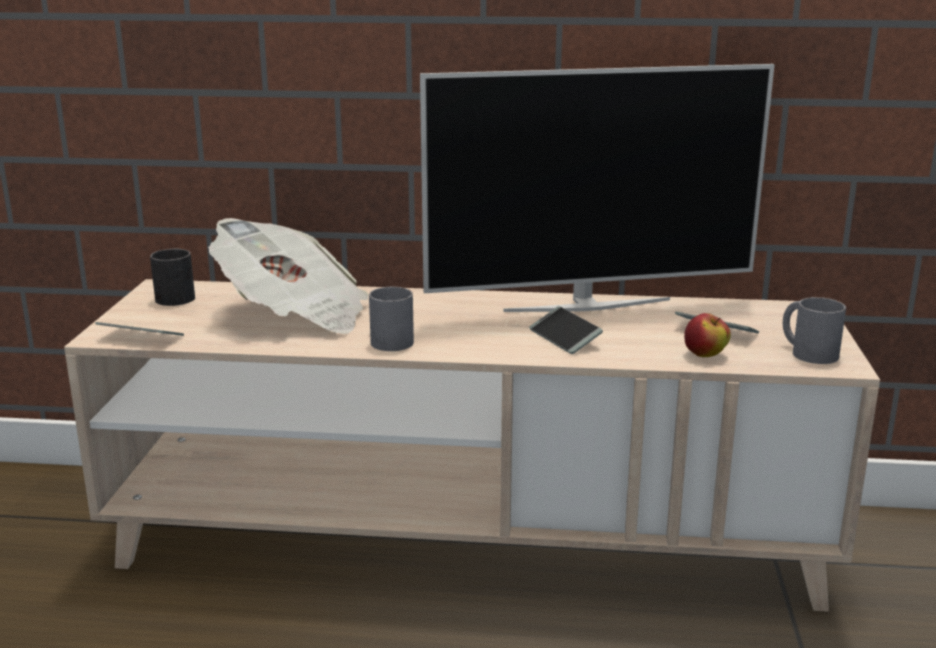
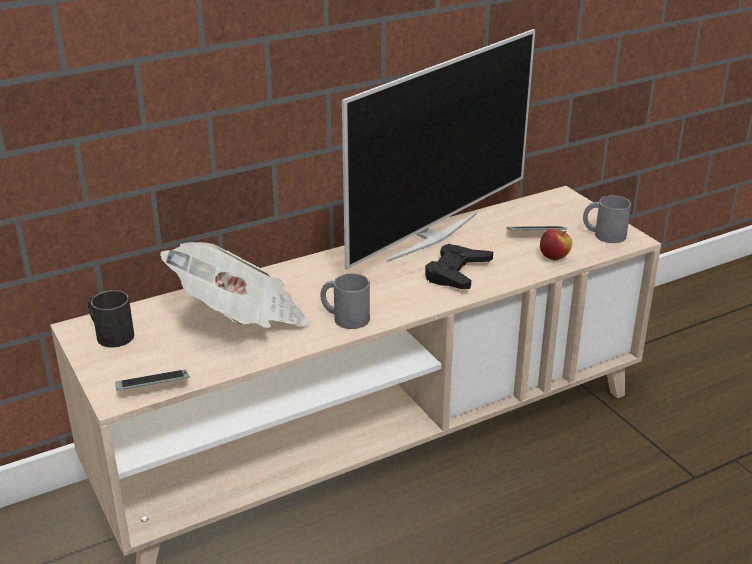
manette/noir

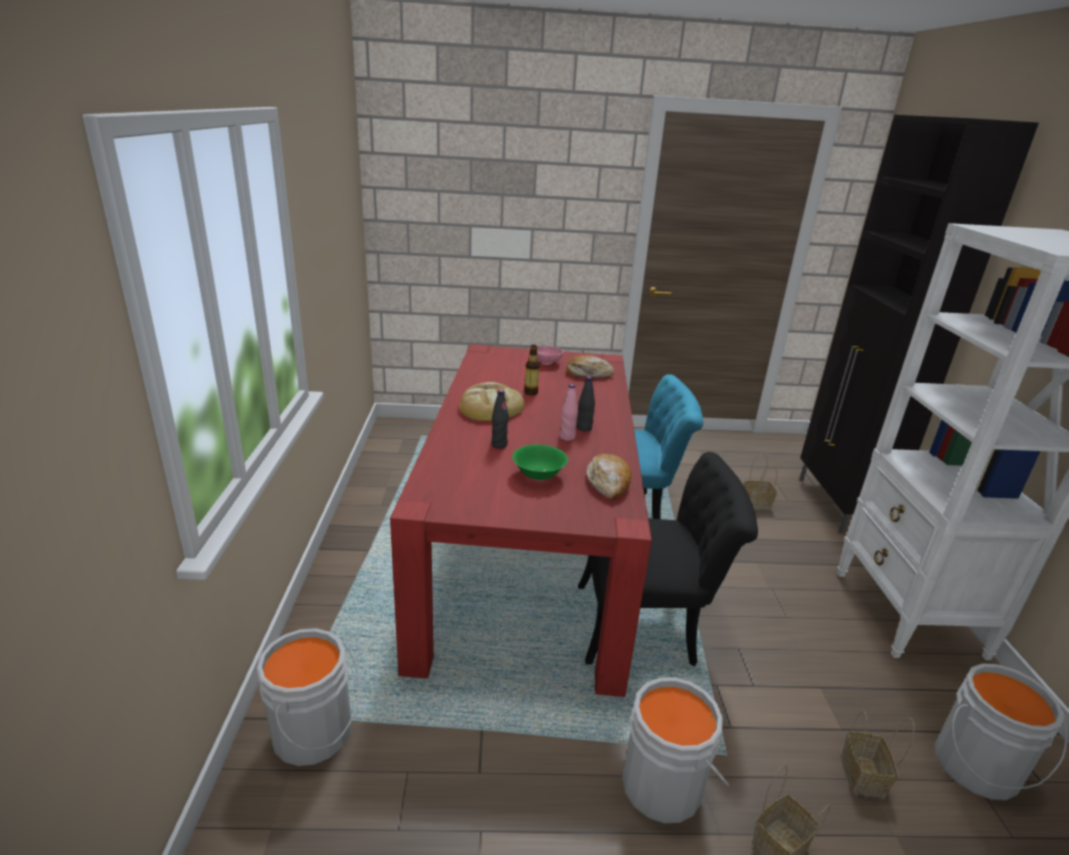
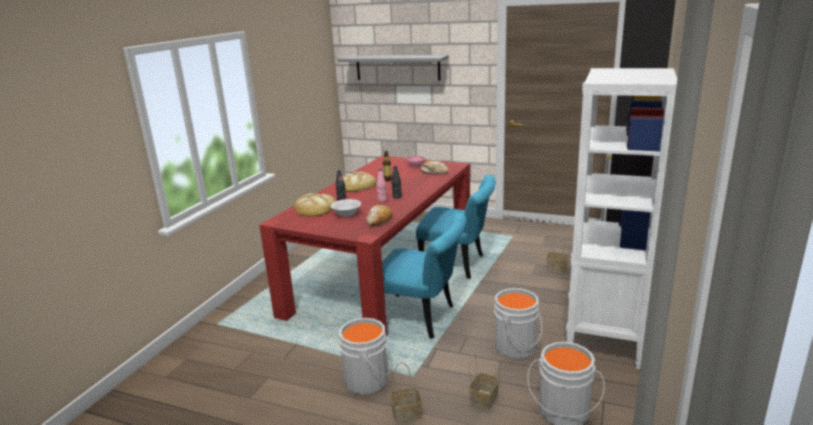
pain (1st from left)
étagère/gris
seau/gris (2nd from left)
bol/blanc
chaise/turquoise (1st from left)

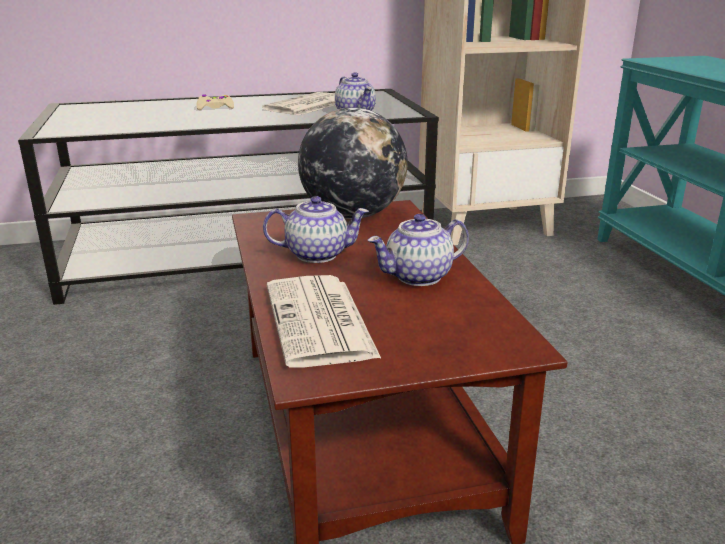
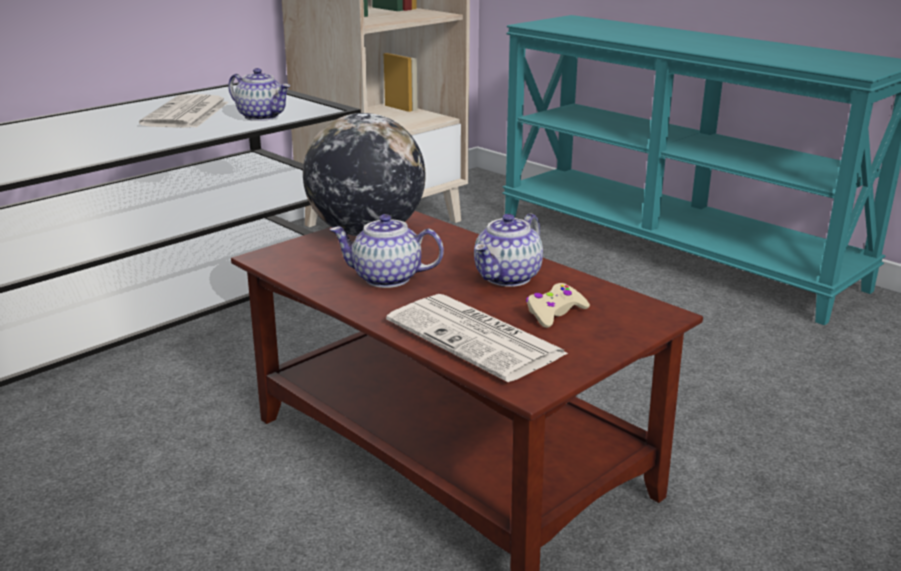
manette/beige
théière (2nd from left)

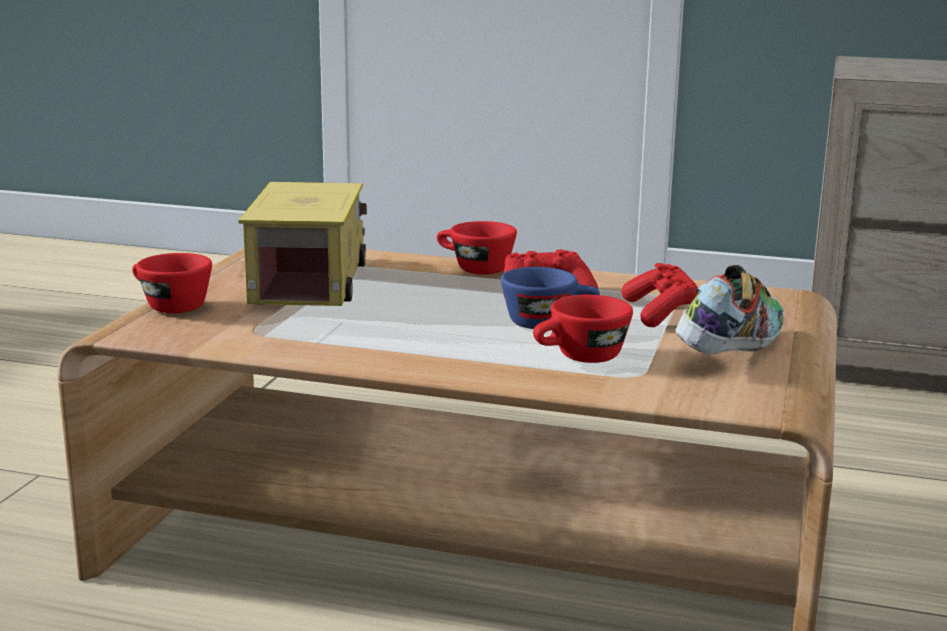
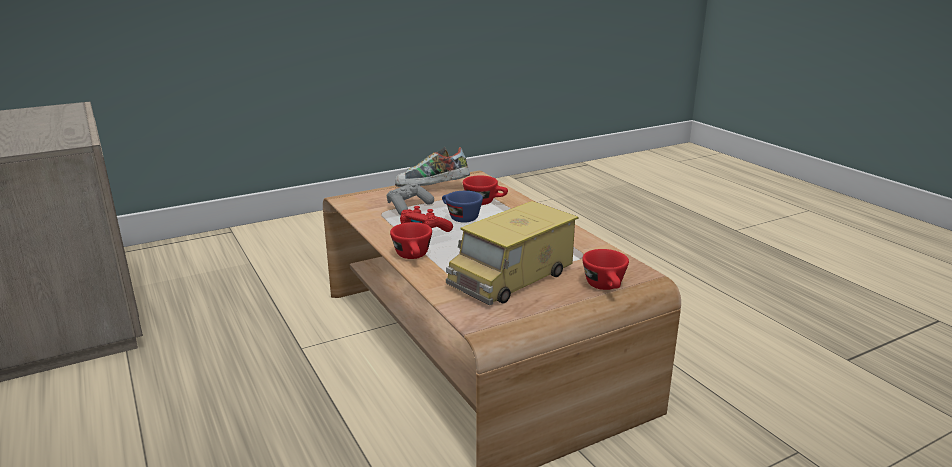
manette/gris

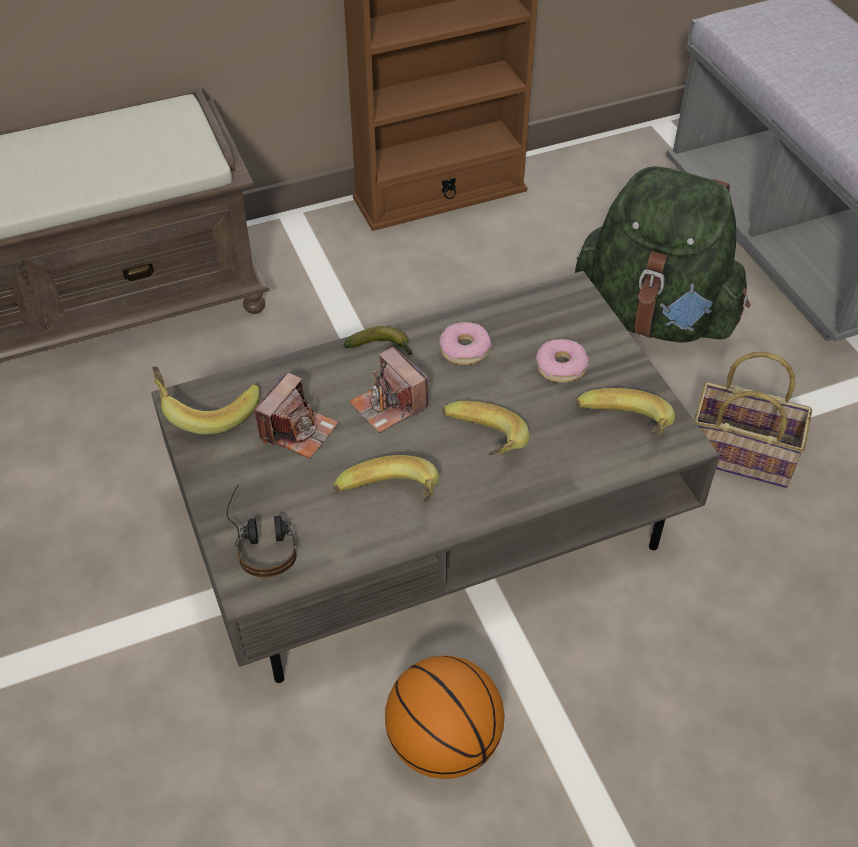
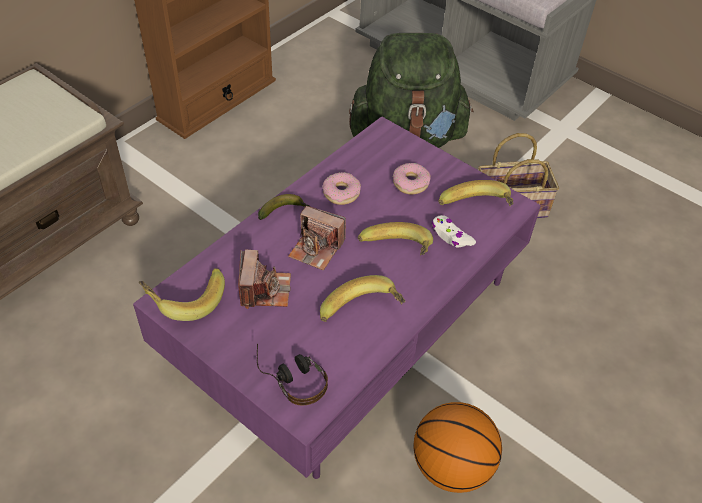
manette/blanc
table basse/violet

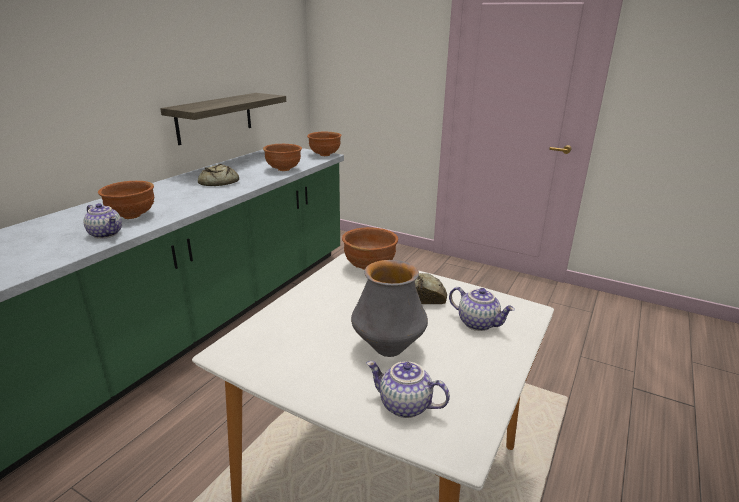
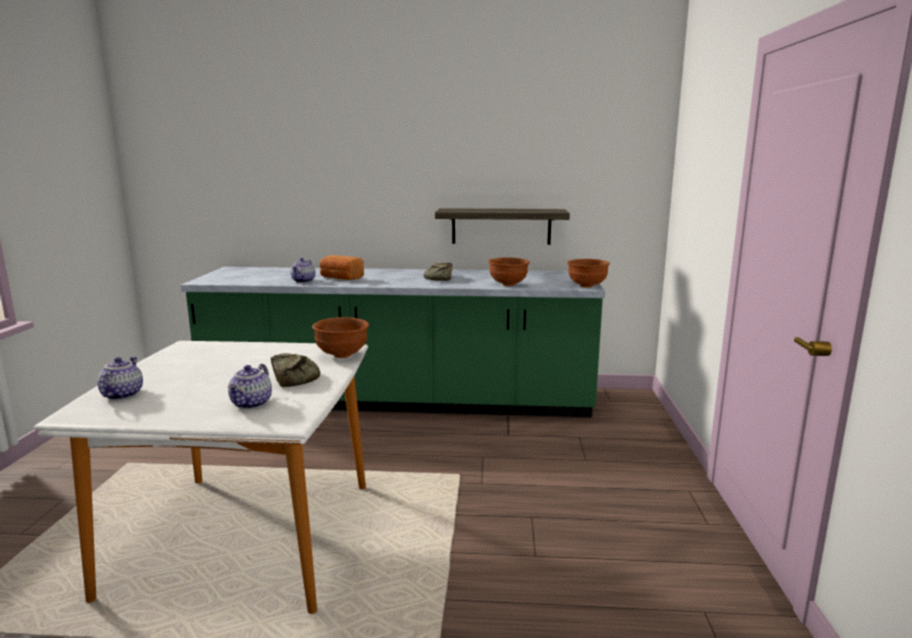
vase
pain (2nd from left)

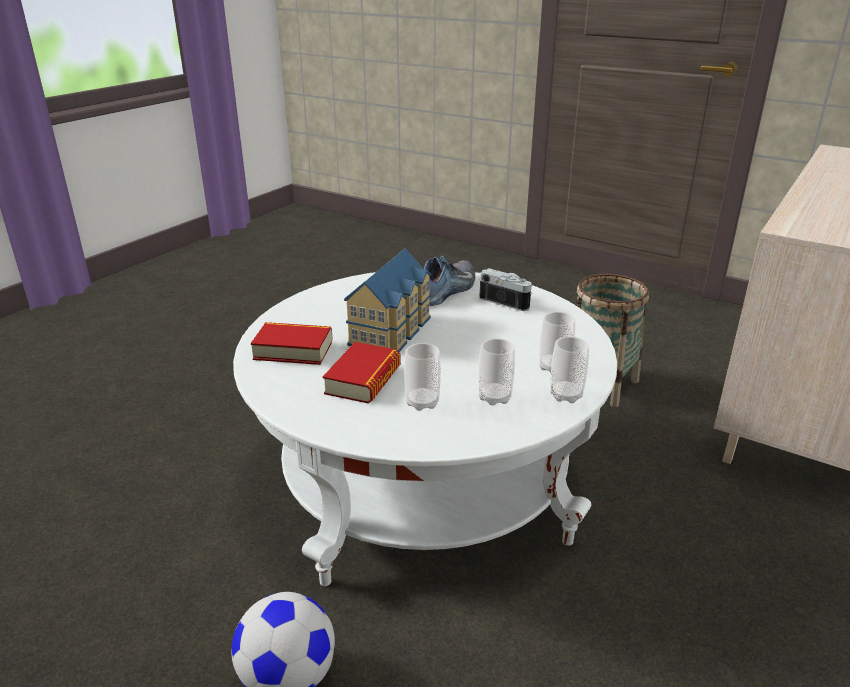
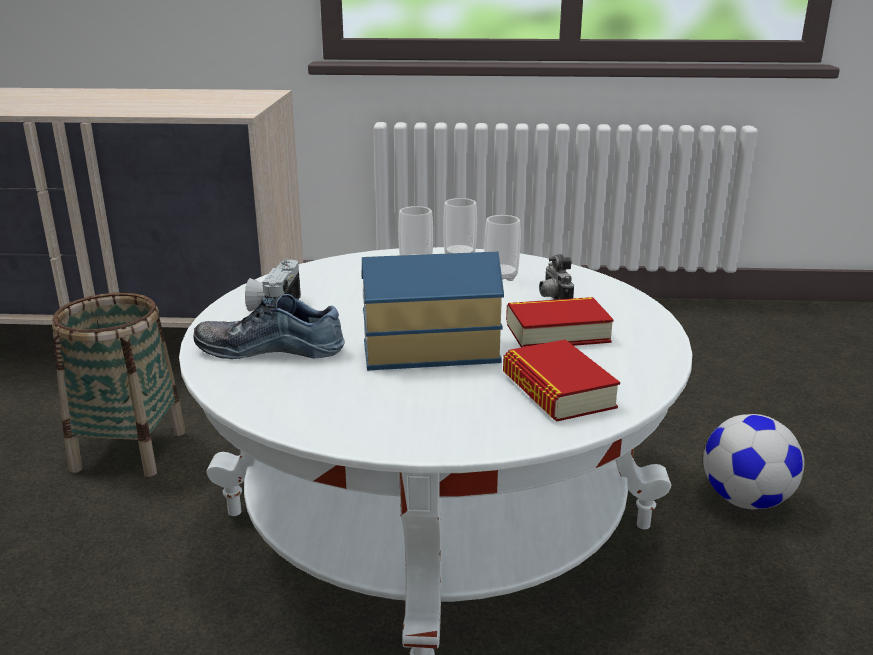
appareil photo (2nd from left)

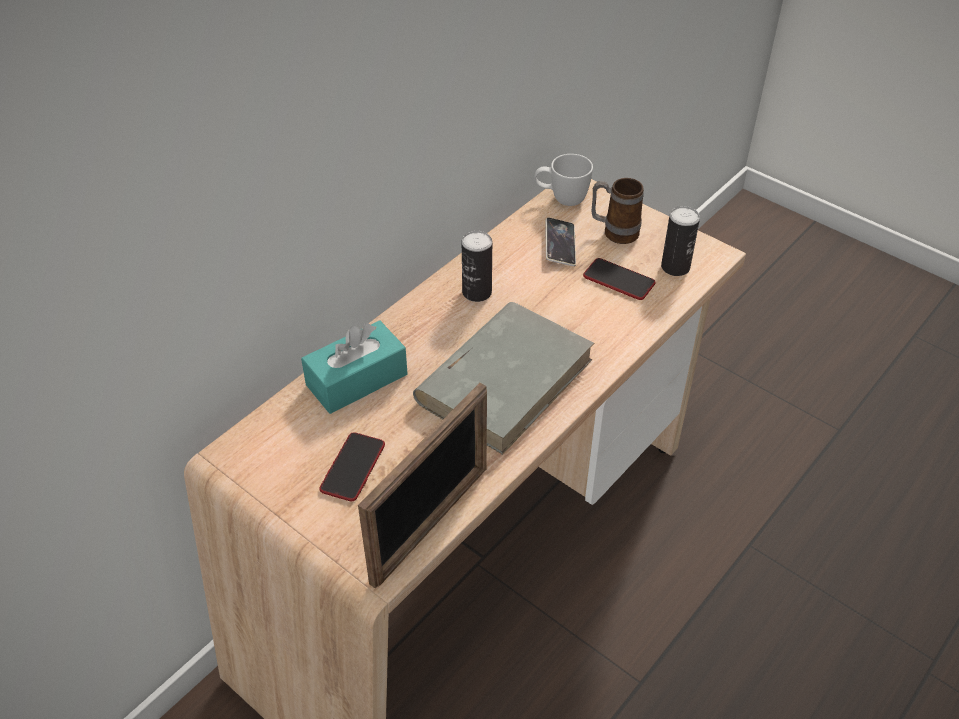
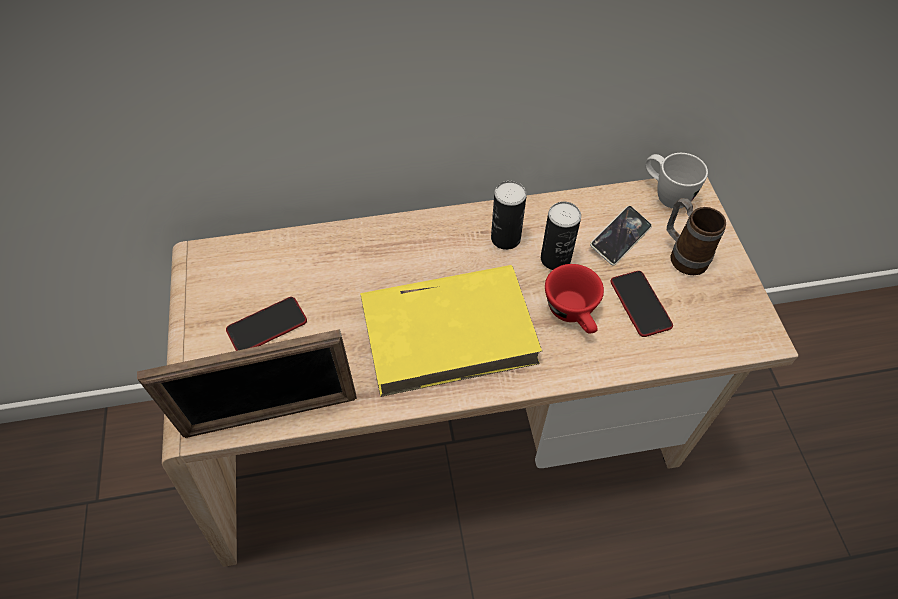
boîte à mouchoirs/turquoise
tasse/rouge
boîte métallique (2nd from left)
livre/jaune

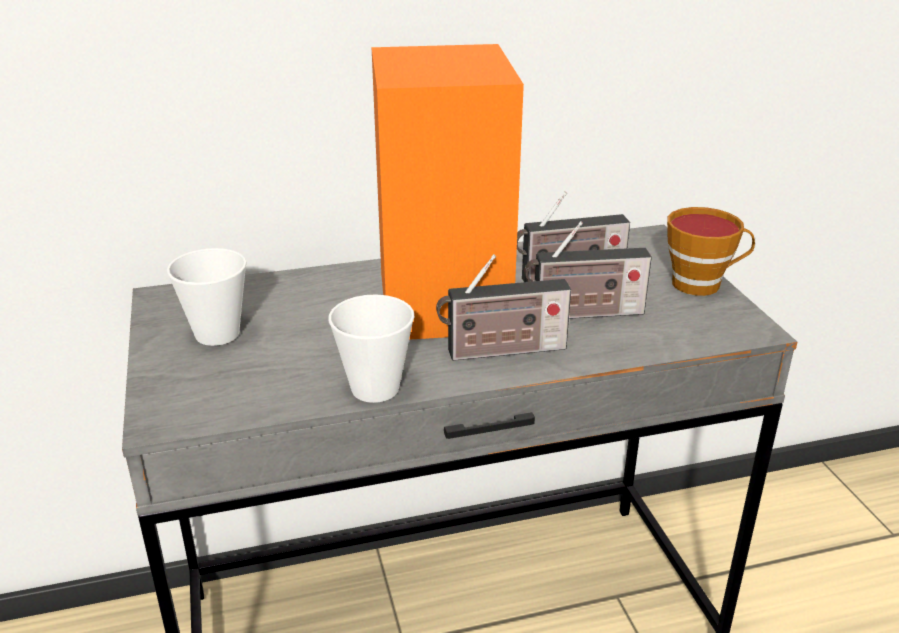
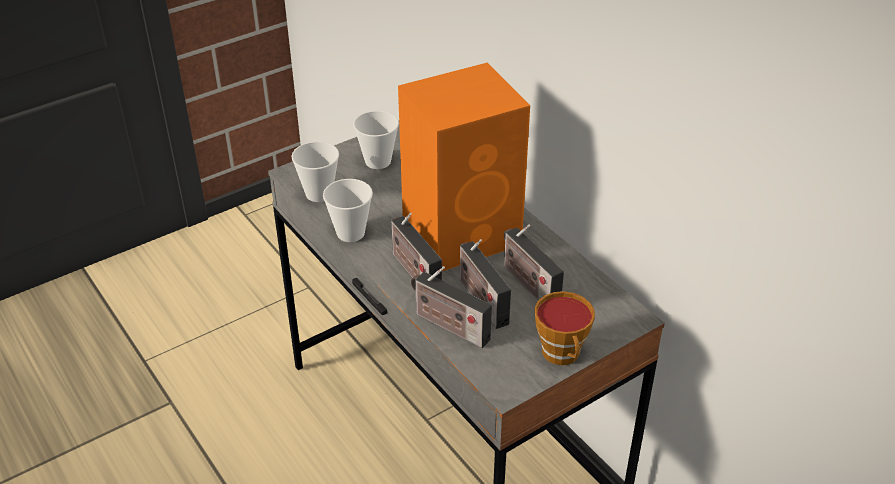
tasse (1st from left)
radio (2nd from left)

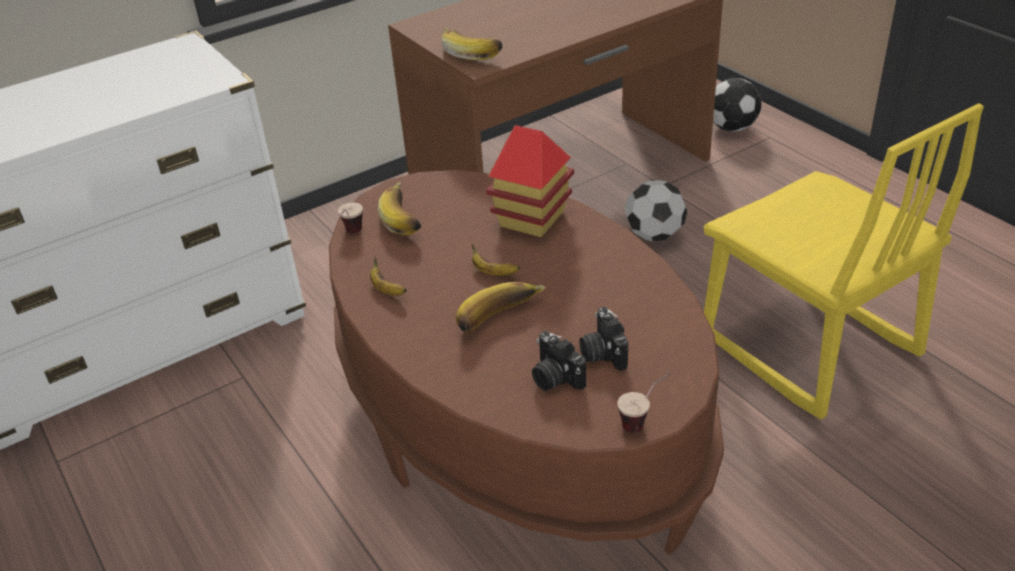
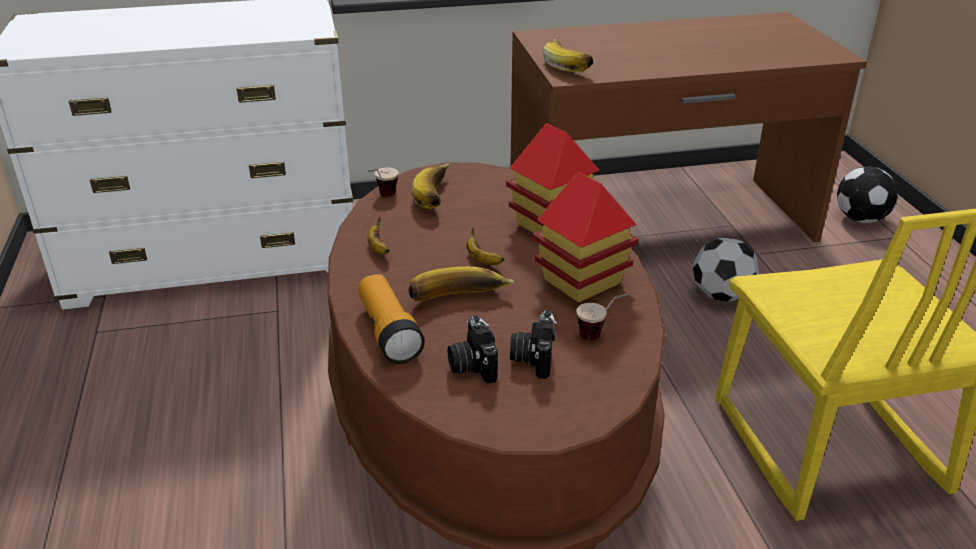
lampe de poche
maison miniature (2nd from left)
tasse (2nd from left)

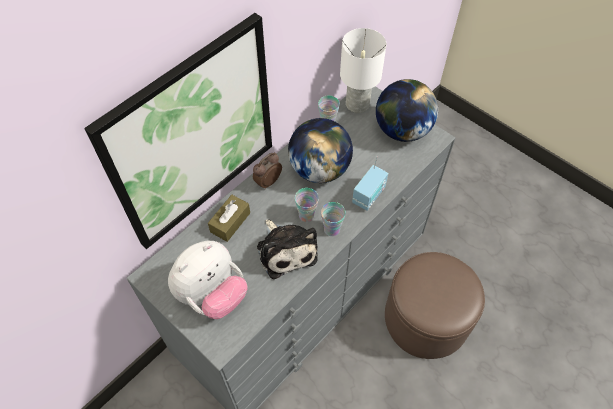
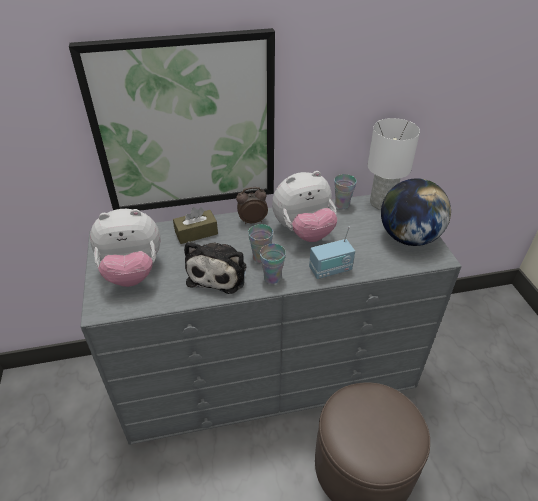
peluche (3rd from left)

